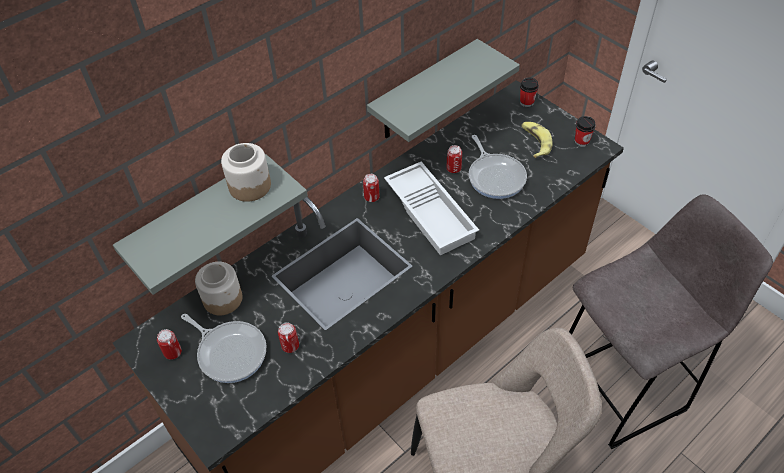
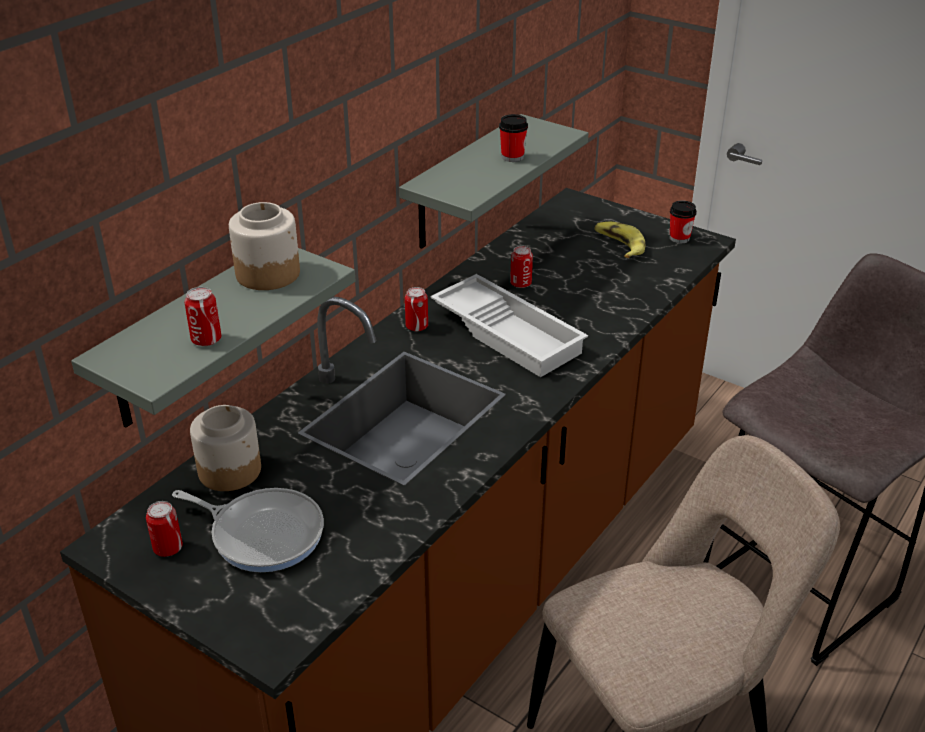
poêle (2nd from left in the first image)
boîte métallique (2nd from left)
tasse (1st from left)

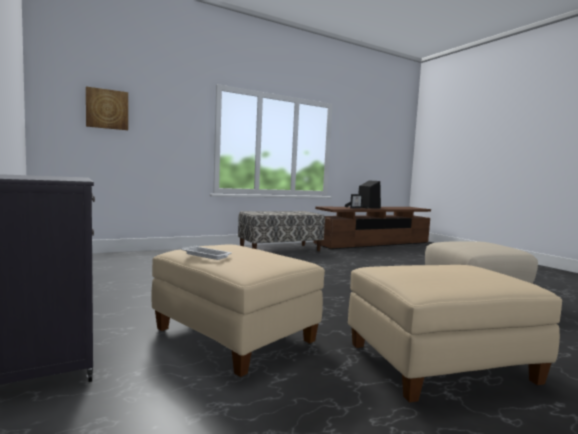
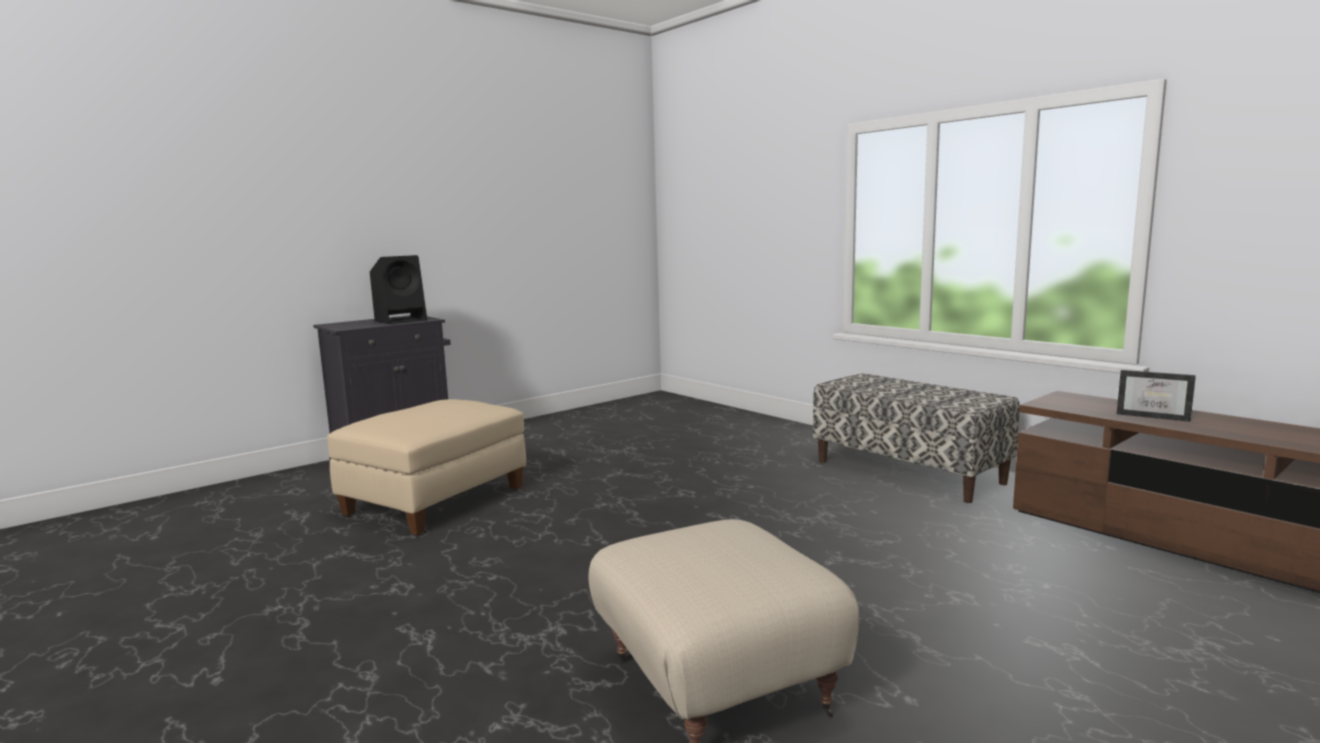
tableau
plateau/blanc
pouf/beige (2nd from left in the first image)
enceinte/noir

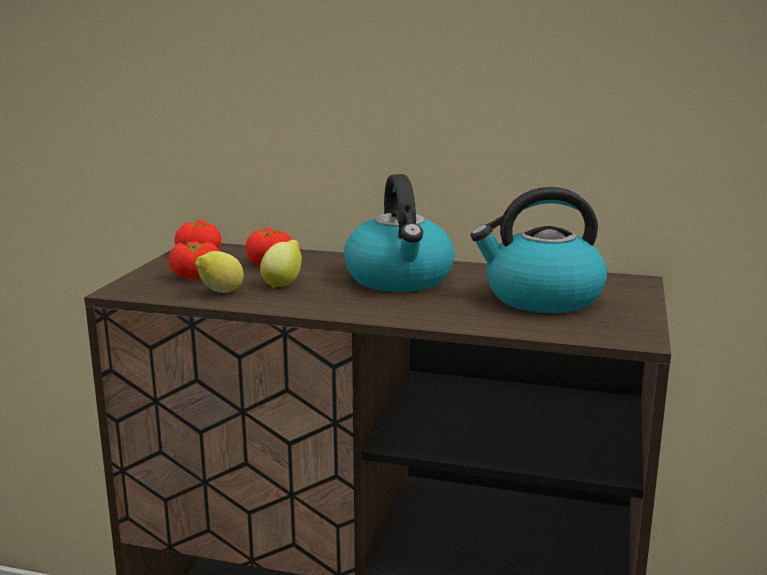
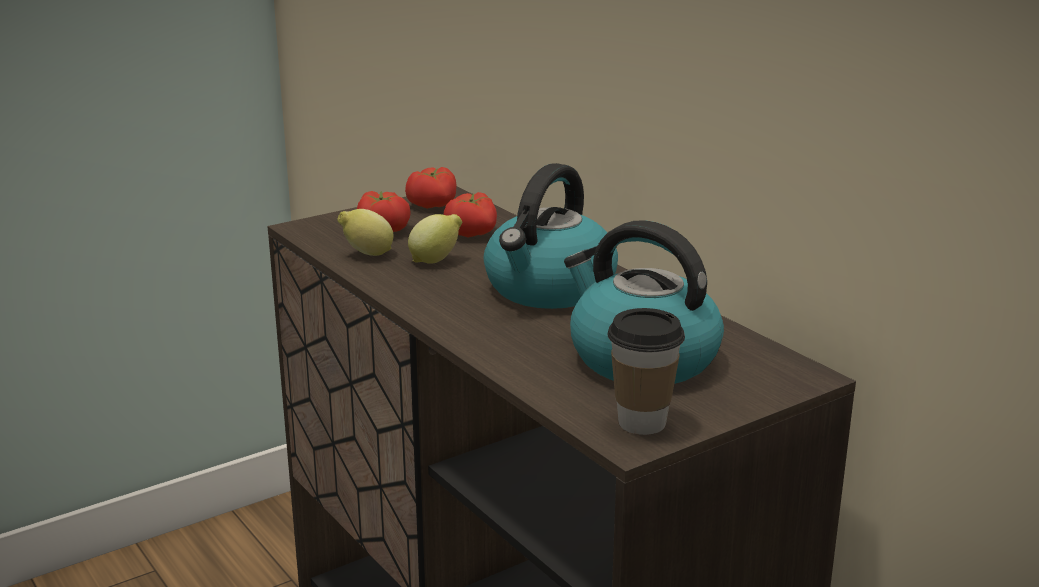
tasse

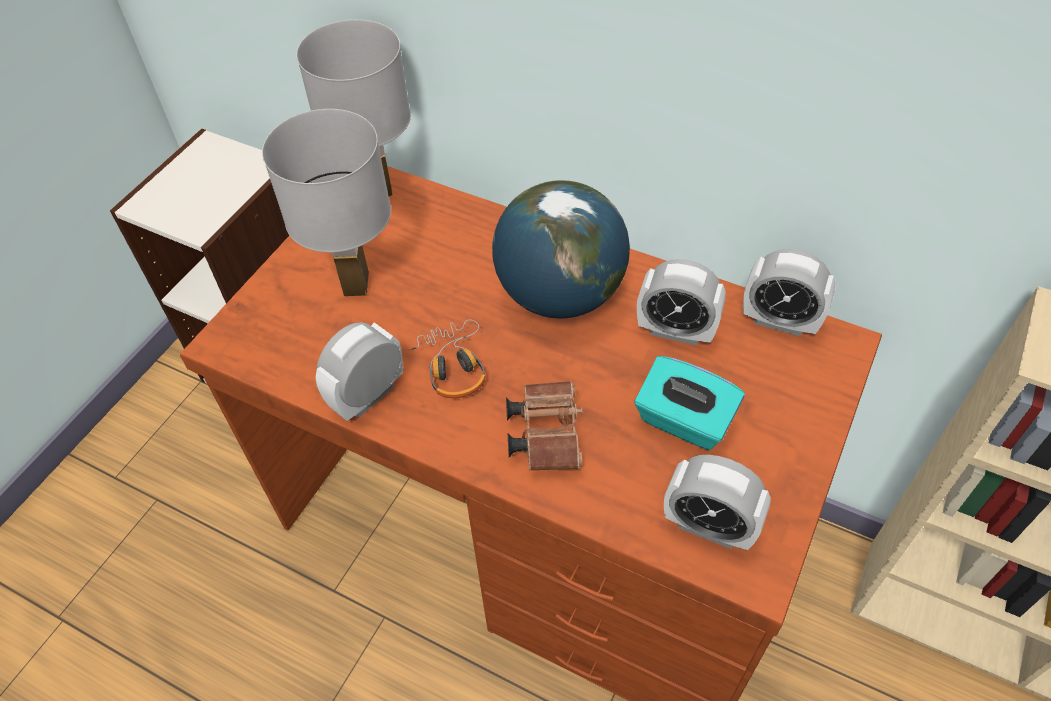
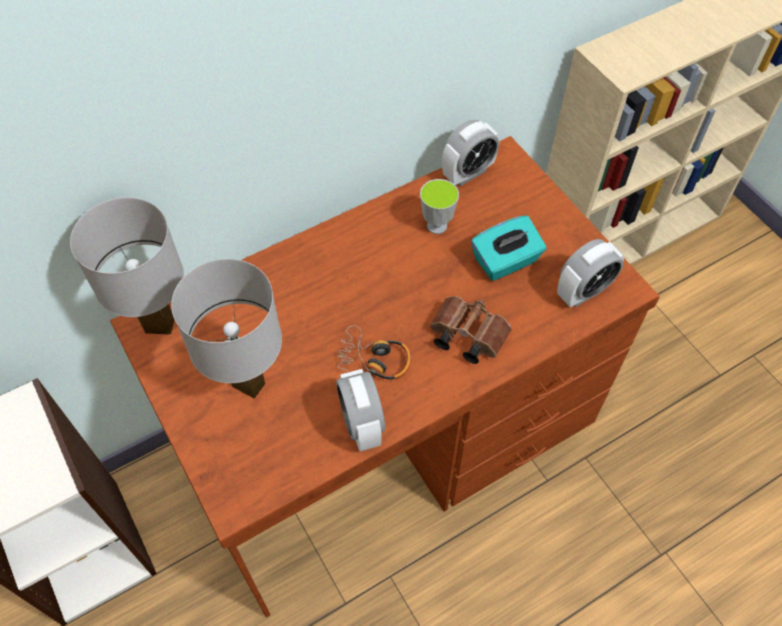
globe
tasse

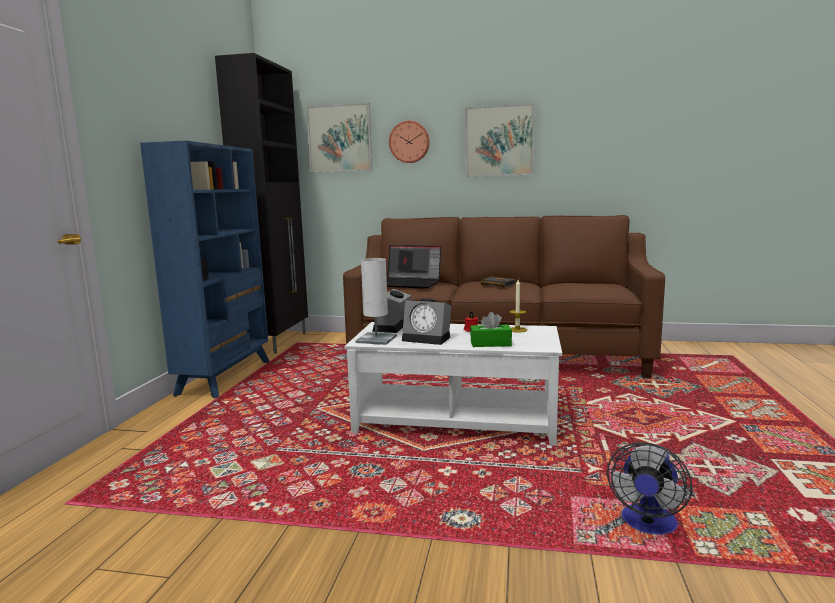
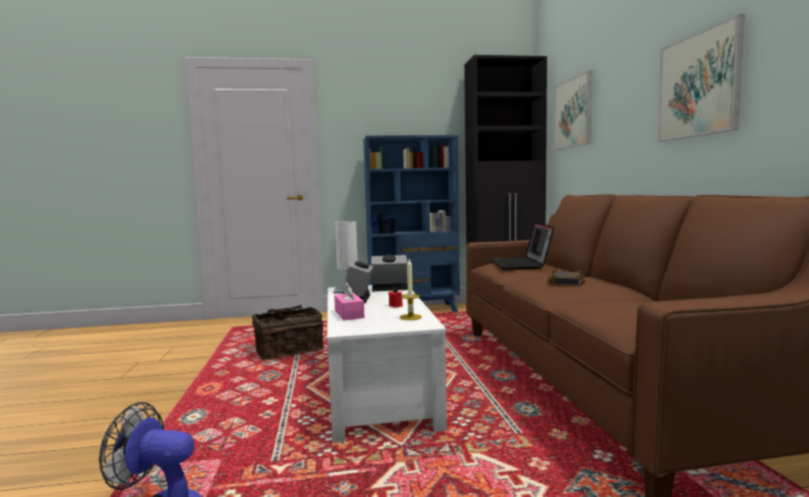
horloge murale
panier
boîte à mouchoirs/rose

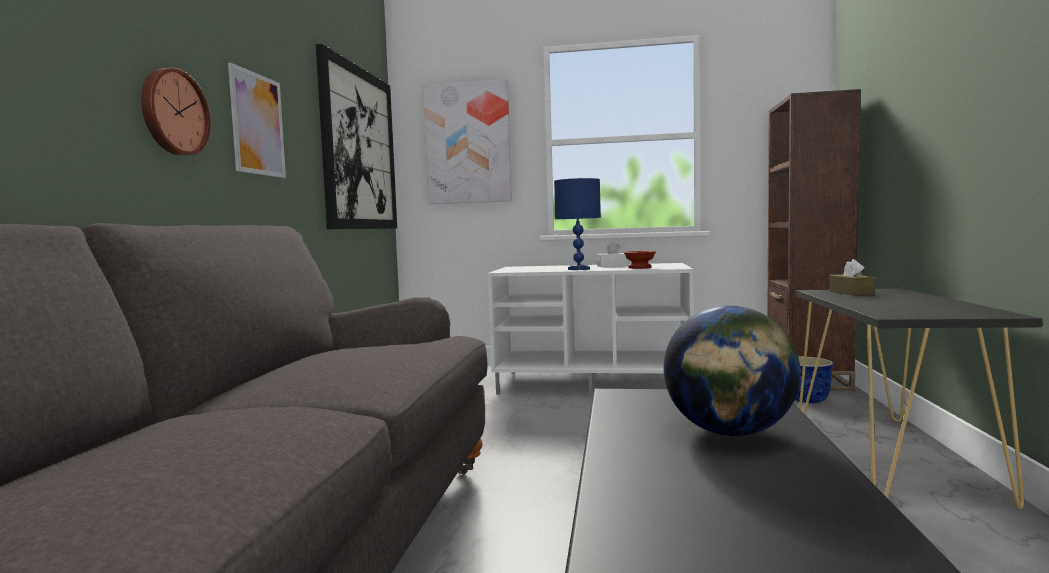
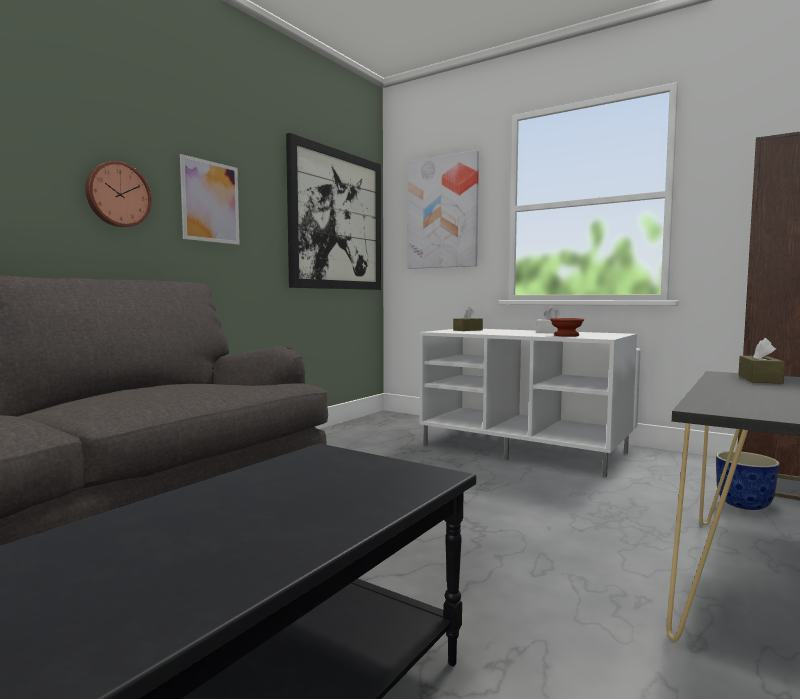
lampe de table/bleu
globe
boîte à mouchoirs/marron (1st from left)

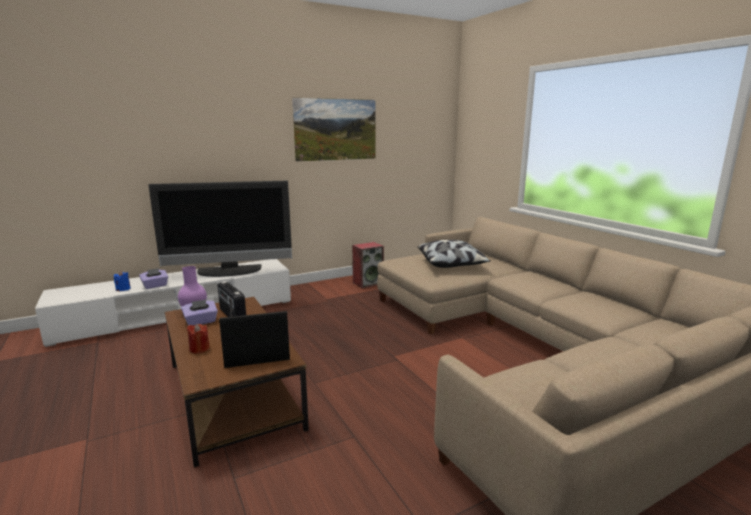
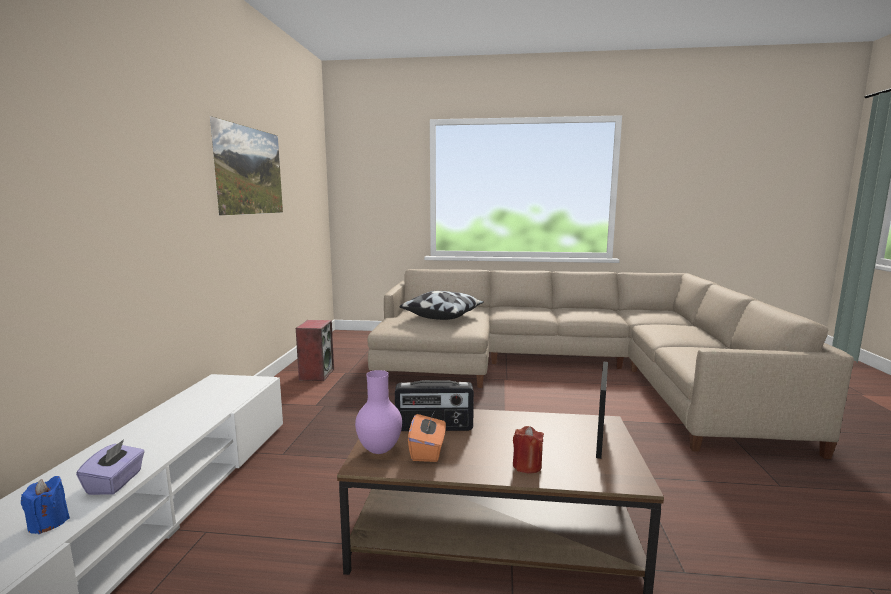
téléviseur
boîte à mouchoirs/orange

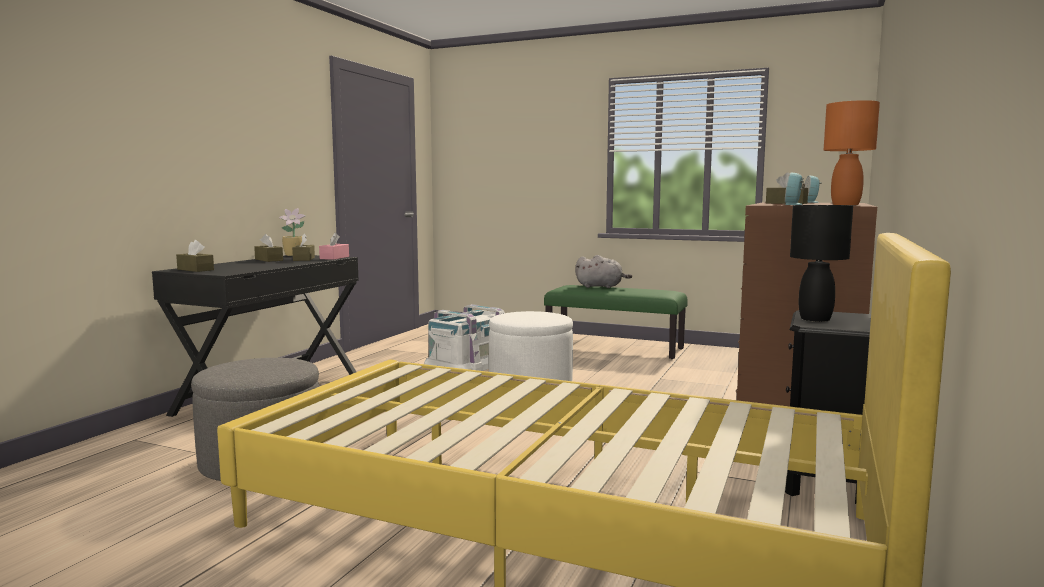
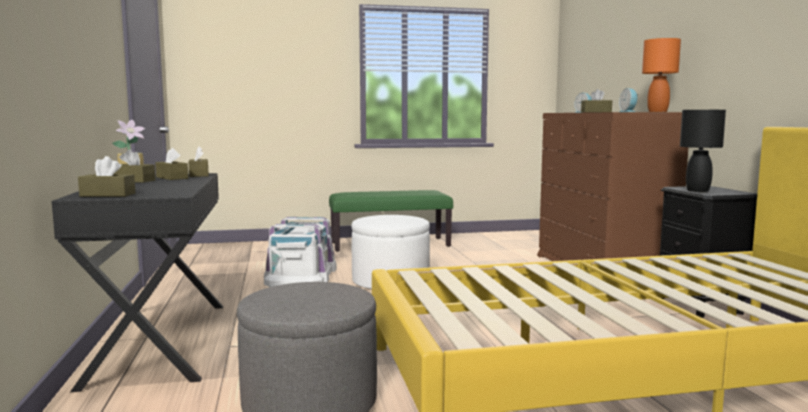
peluche/gris
boîte à mouchoirs/marron (4th from left)

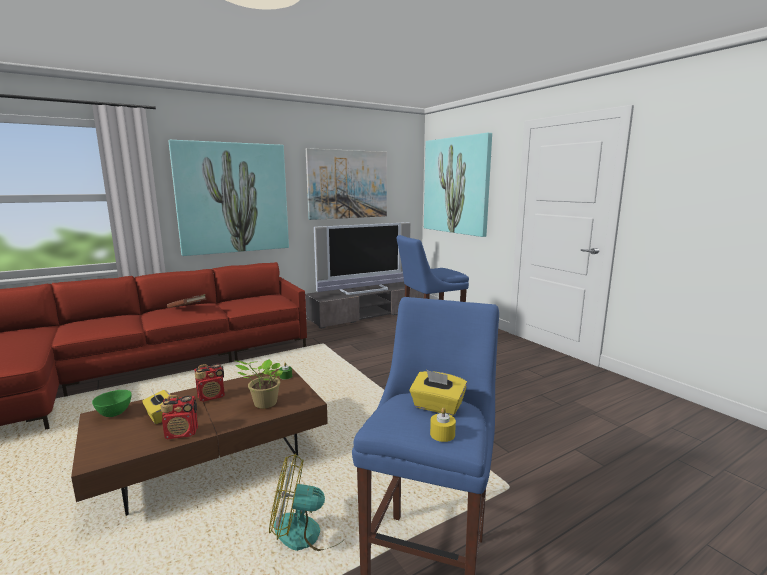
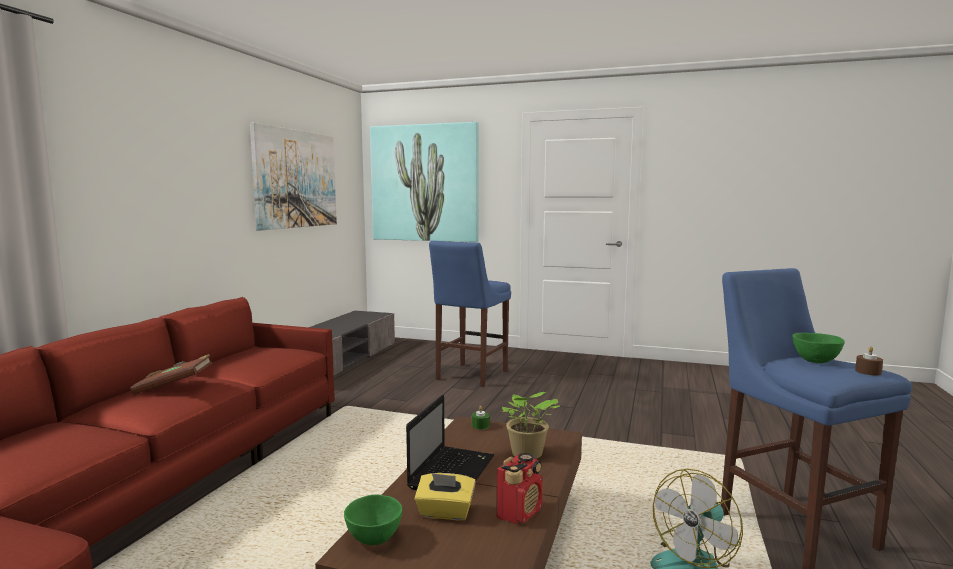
tableau (1st from left in the first image)
téléviseur
ordinateur portable
bol/vert (2nd from left)
bougie/marron

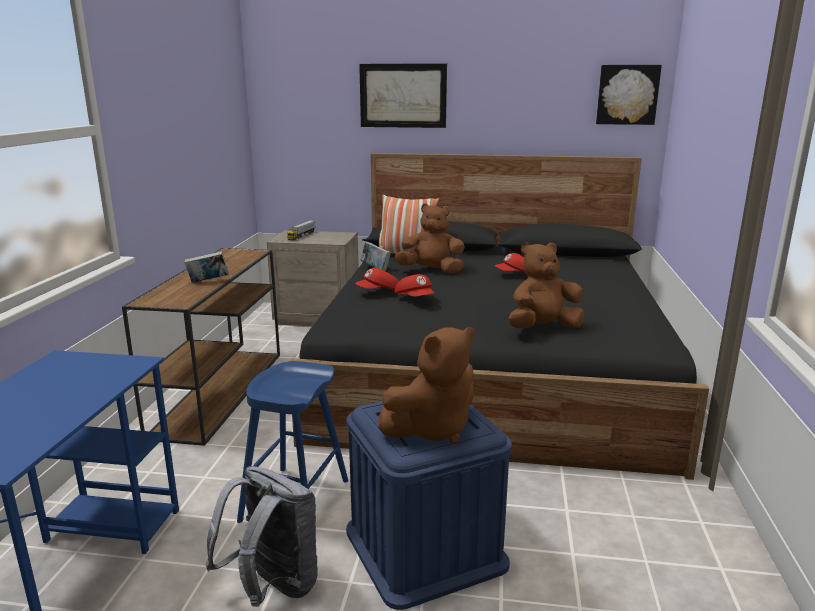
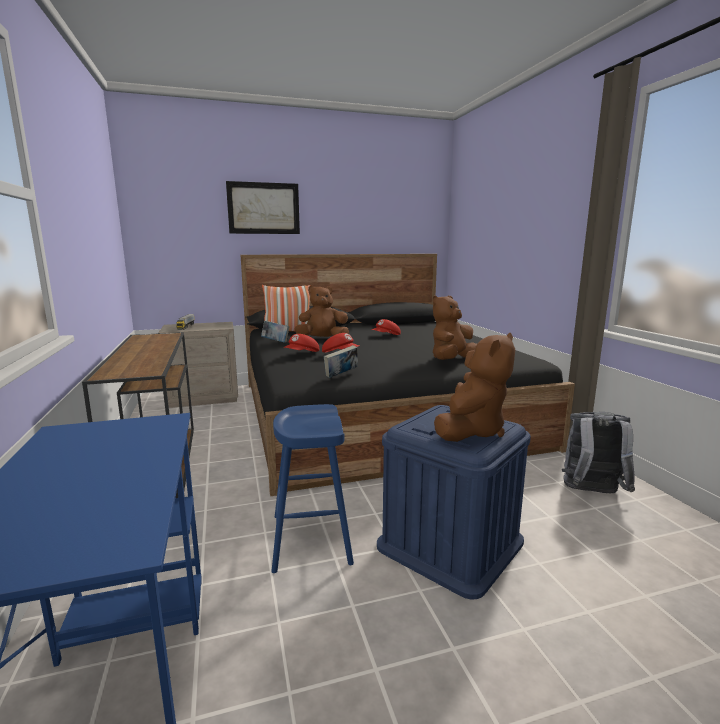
tableau (2nd from left in the first image)
livre (2nd from left)
sac à dos/gris

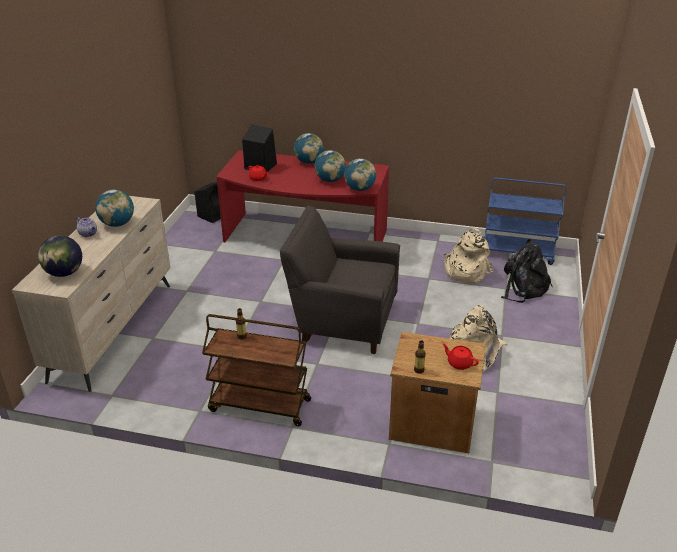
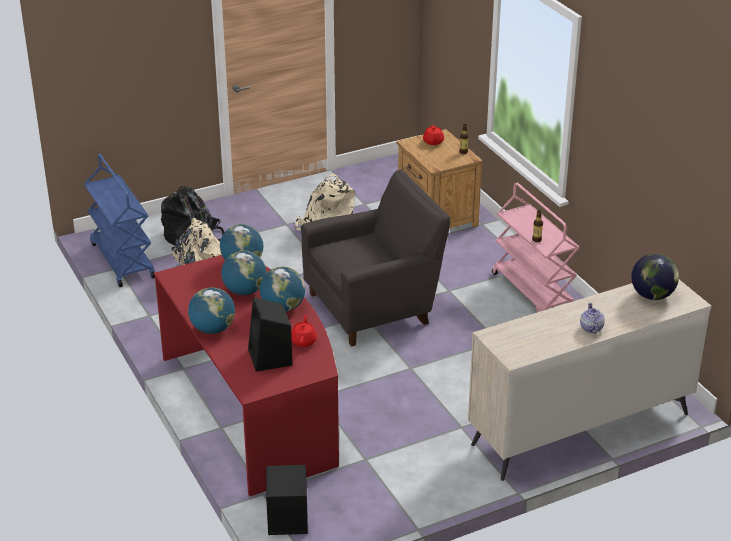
globe (4th from left)
chariot/rose
fauteuil/gris

